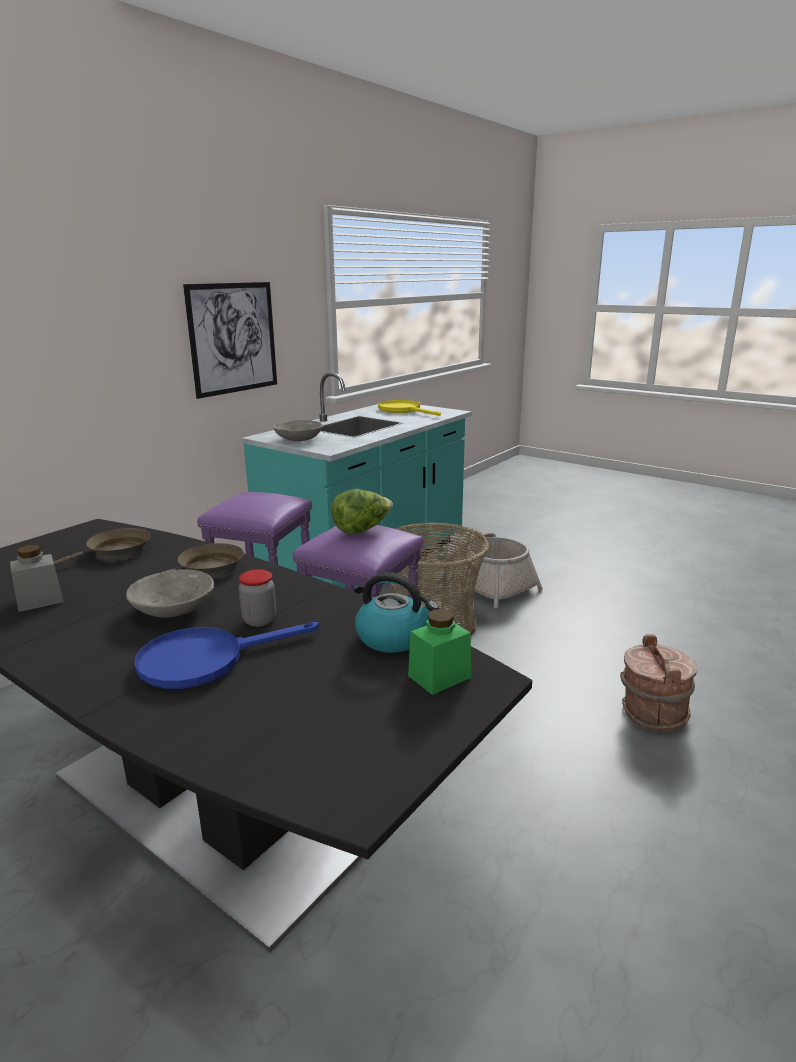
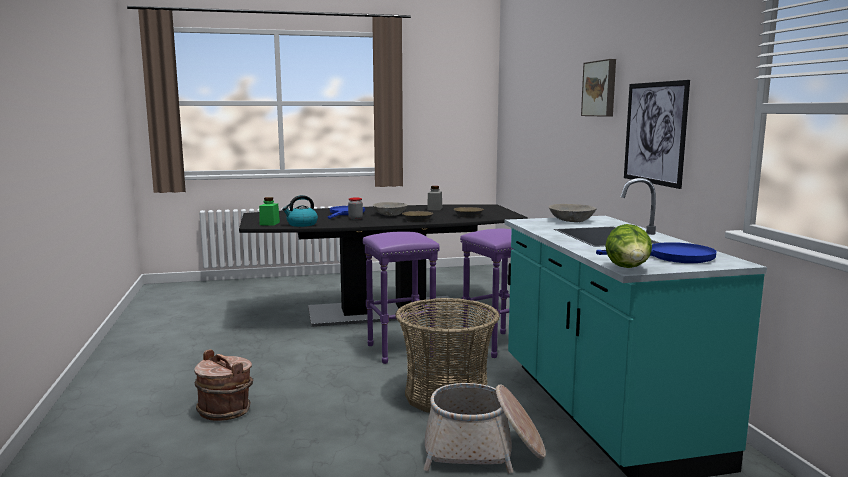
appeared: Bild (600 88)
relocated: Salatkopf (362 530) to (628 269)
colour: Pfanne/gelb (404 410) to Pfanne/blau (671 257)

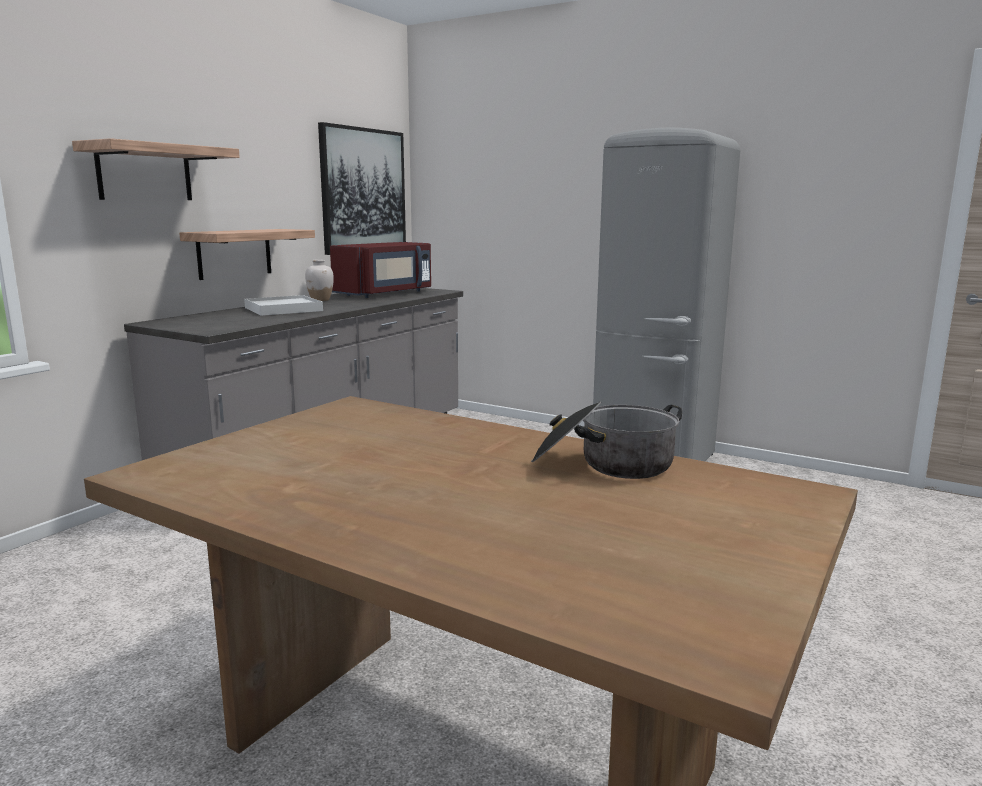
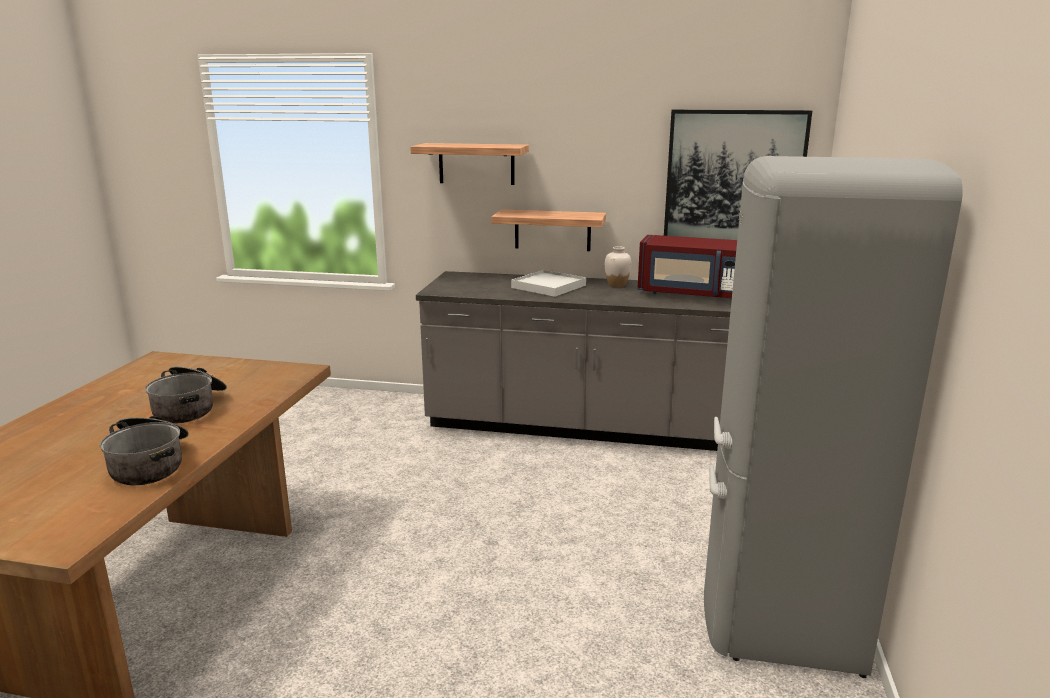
appeared: Kochtopf (190 407)

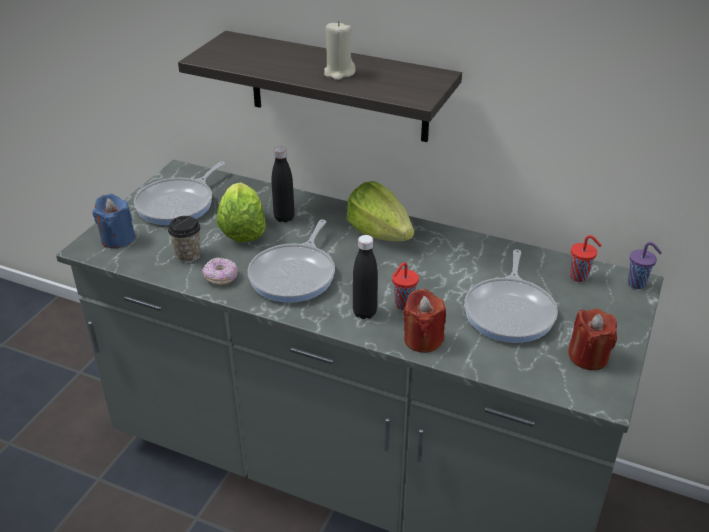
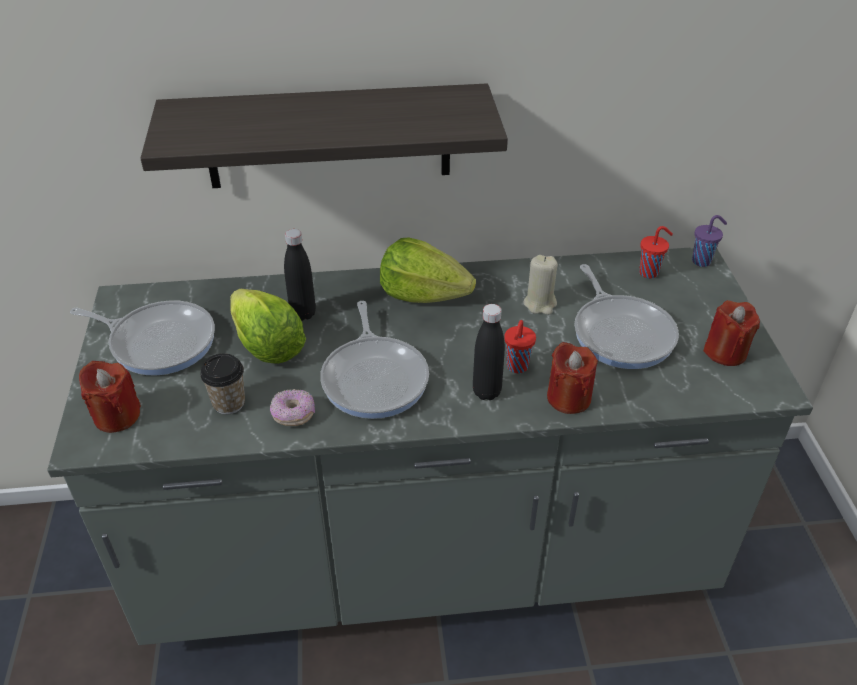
relocated: Kerze/beige (339 73) to (540 303)
colour: Kerze/blau (117 239) to Kerze/rot (117 416)
spun: Pfanne (179 204) = (159 341) 75 degrees counterclockwise

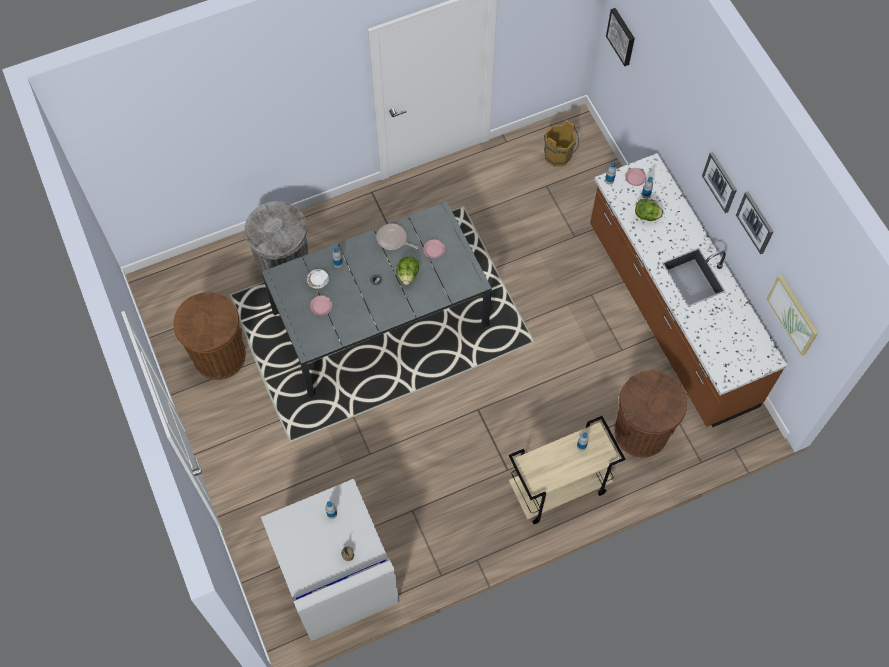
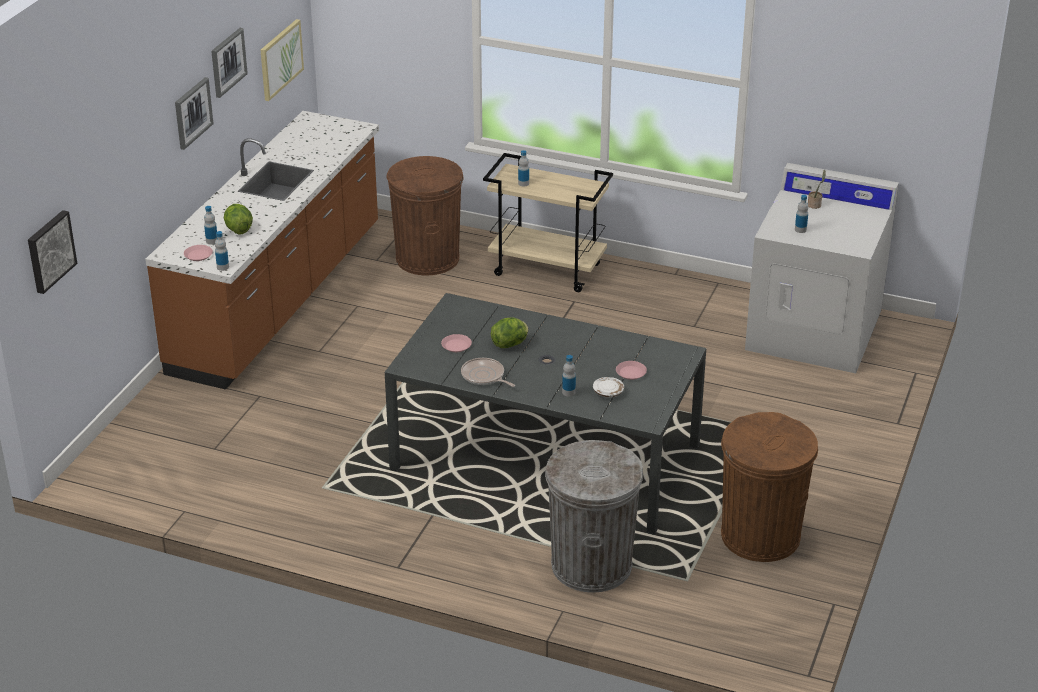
missing: Eimer/braun (559 157)
spun: Pfanne (393 239) = (484 376) 150 degrees clockwise

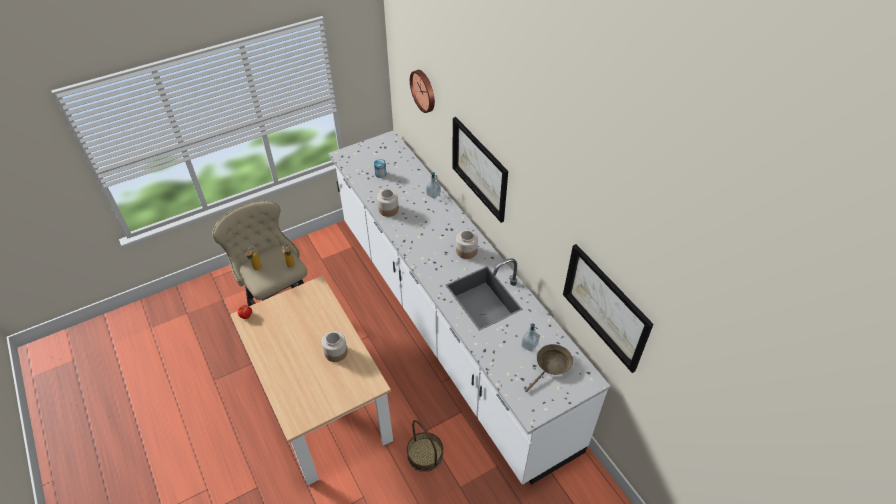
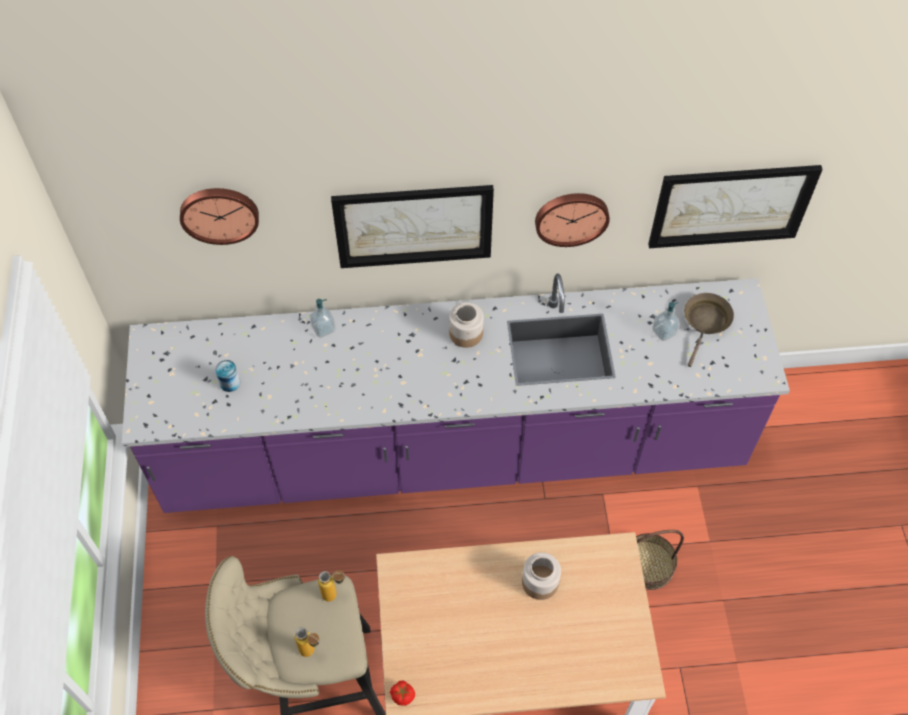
missing: Vorratsglas (388 210)
appeared: Wanduhr (571 217)
colour: Küchenzeile/weiß (448 326) to Küchenzeile/lila (454 451)
spun: Pfanne/braun (551 366) = (705 323) 45 degrees clockwise

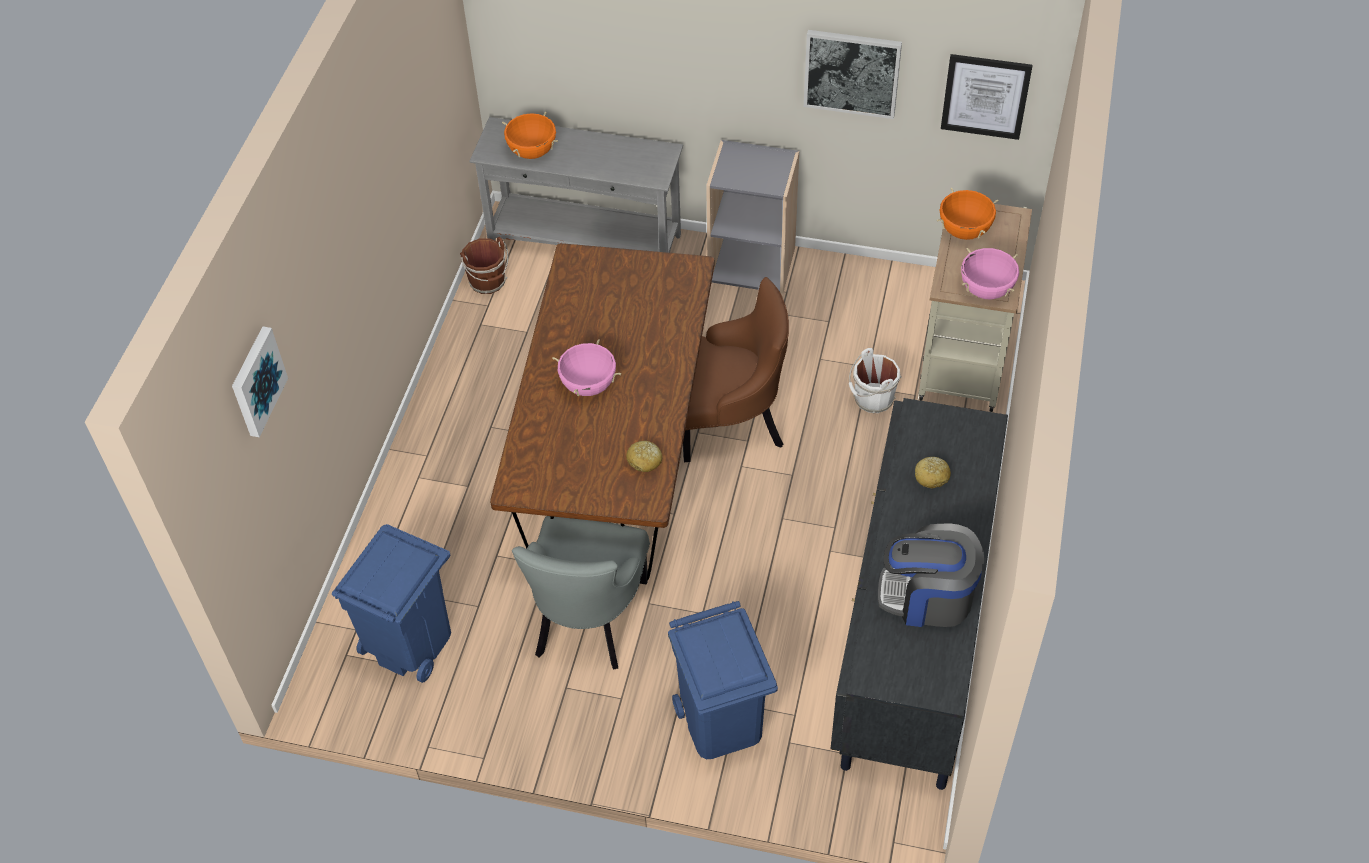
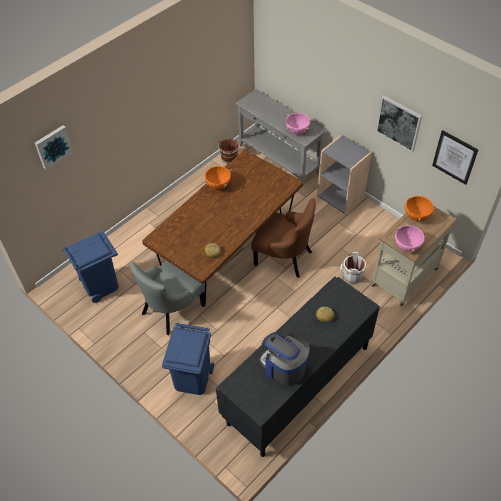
relocated: Kochtopf/orange (532 152) to (218 185); Kochtopf/rosa (588 385) to (297 131)

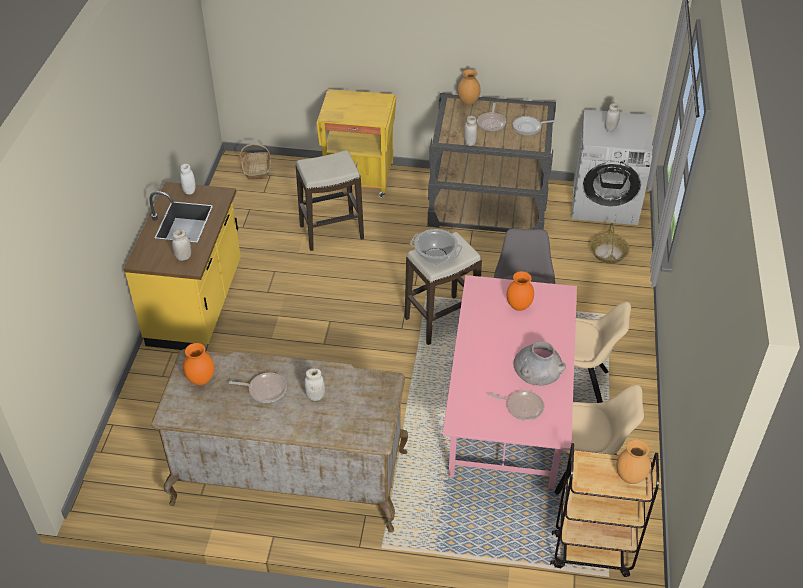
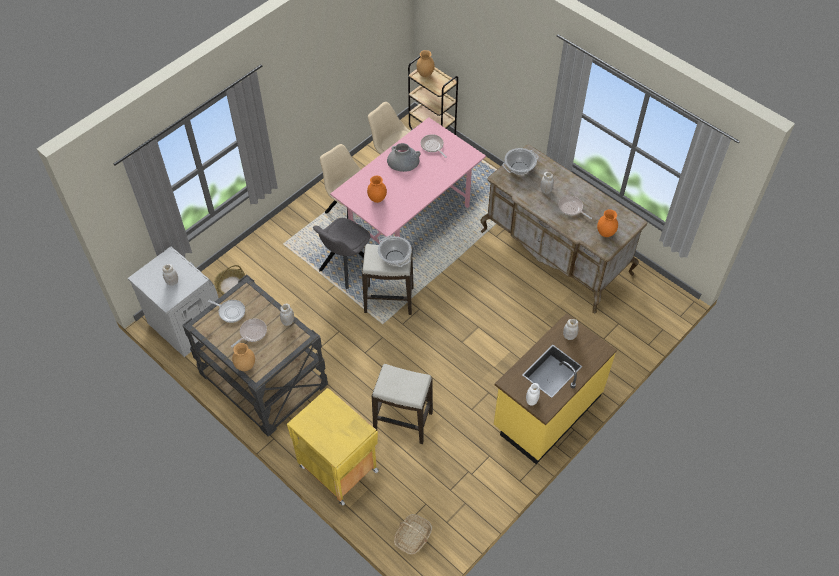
appeared: Kochtopf (519 168)

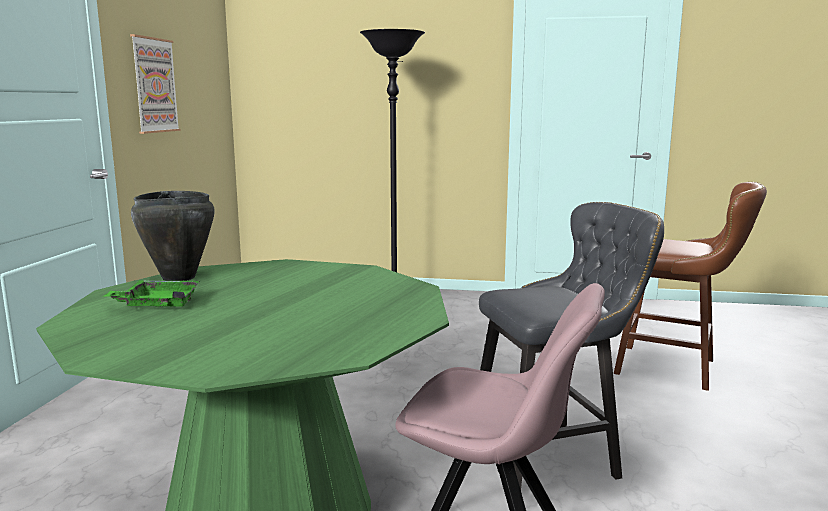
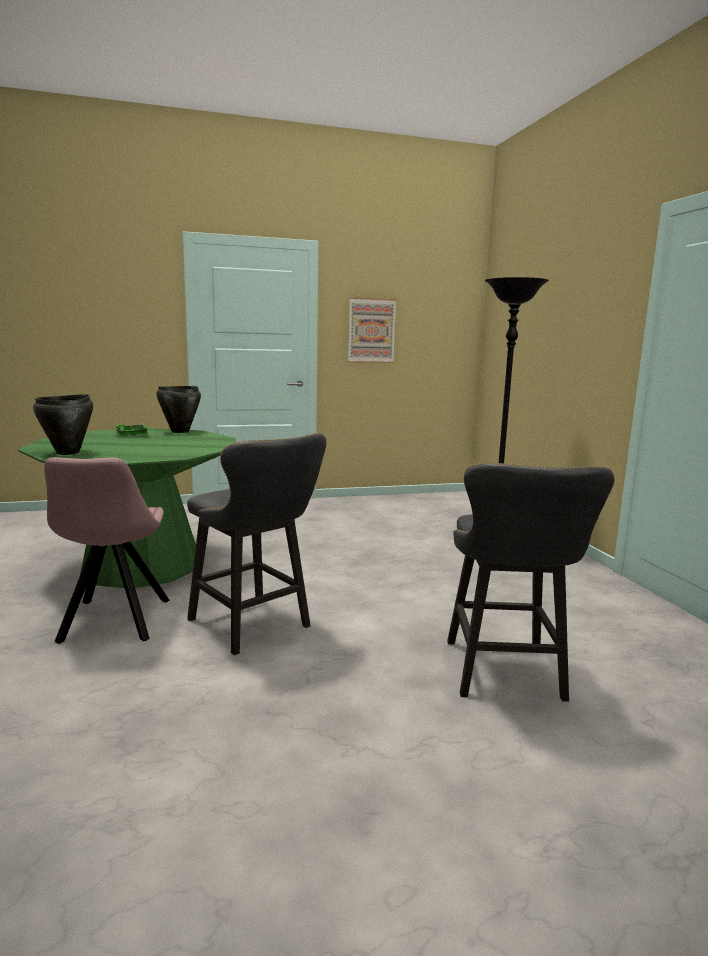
appeared: Kochtopf/schwarz (68 453)
colour: Hocker/braun (680 369) to Hocker/grau (506 678)

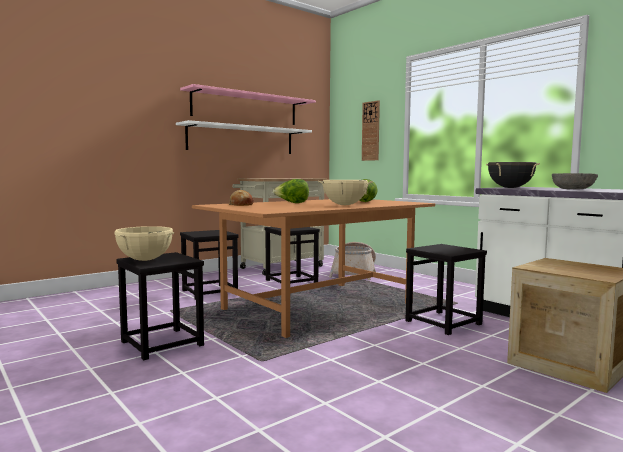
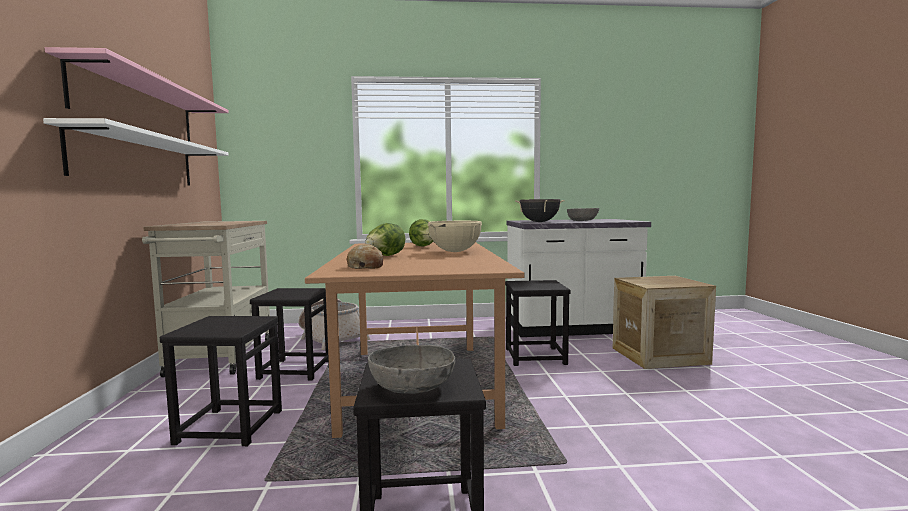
missing: Wanduhr (371 131)
exchanged: Kochtopf/beige (145 260) to Schüssel/grau (413 387)

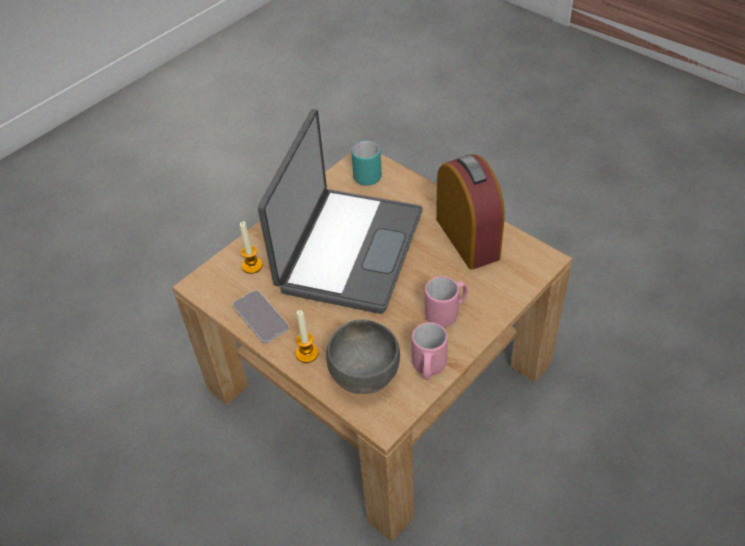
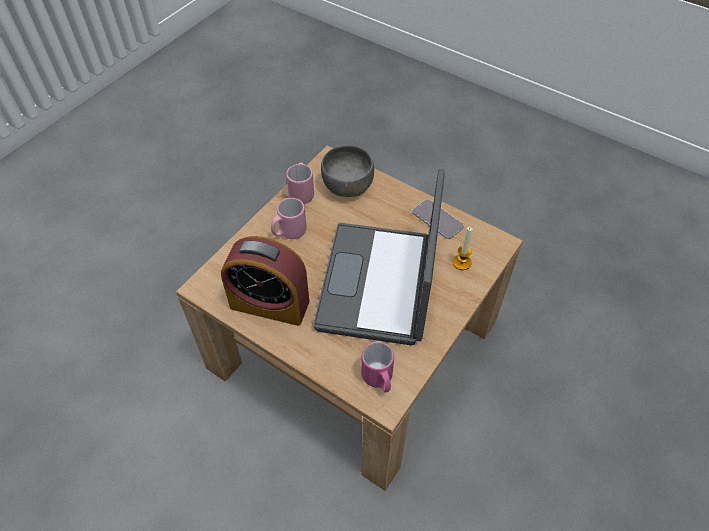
missing: Kerze (307 353)
colour: Henkelbecher/türkis (366 174) to Henkelbecher/rosa (379 380)
spun: Wecker (467 238) = (269 304) 45 degrees counterclockwise

